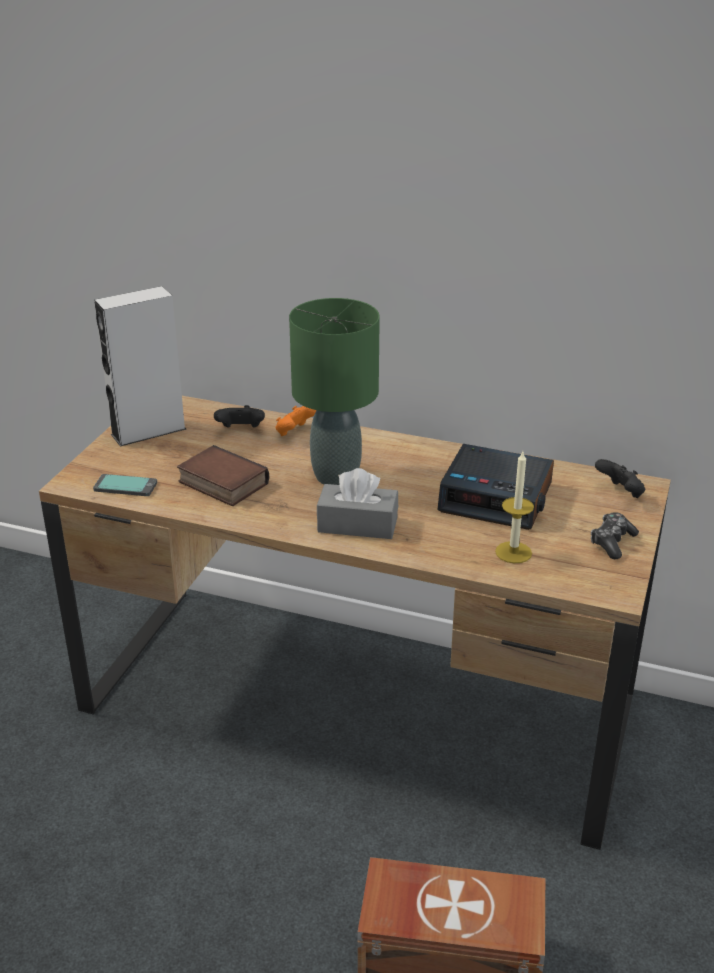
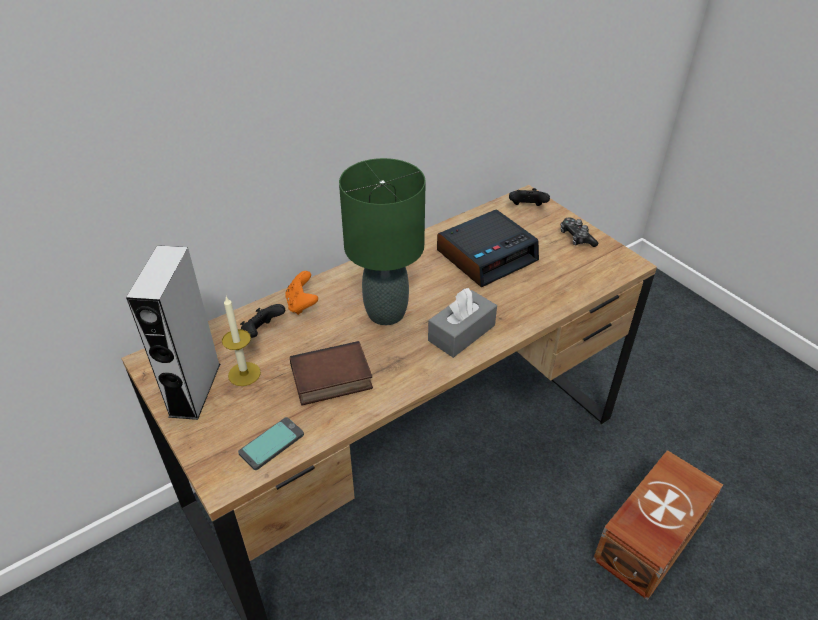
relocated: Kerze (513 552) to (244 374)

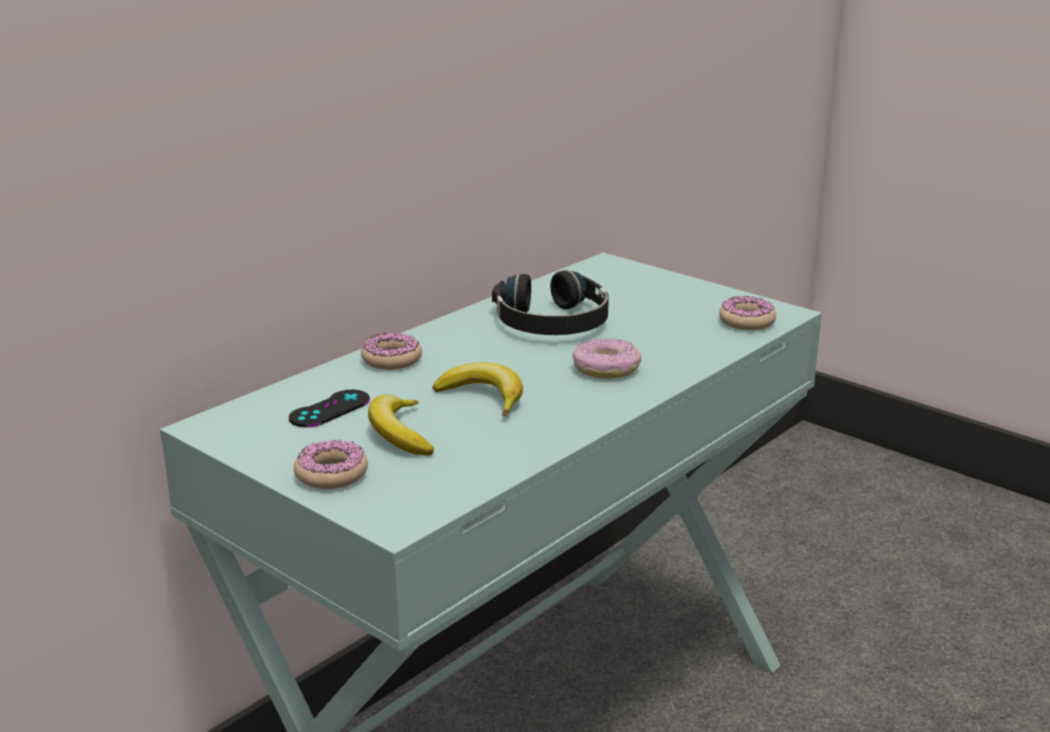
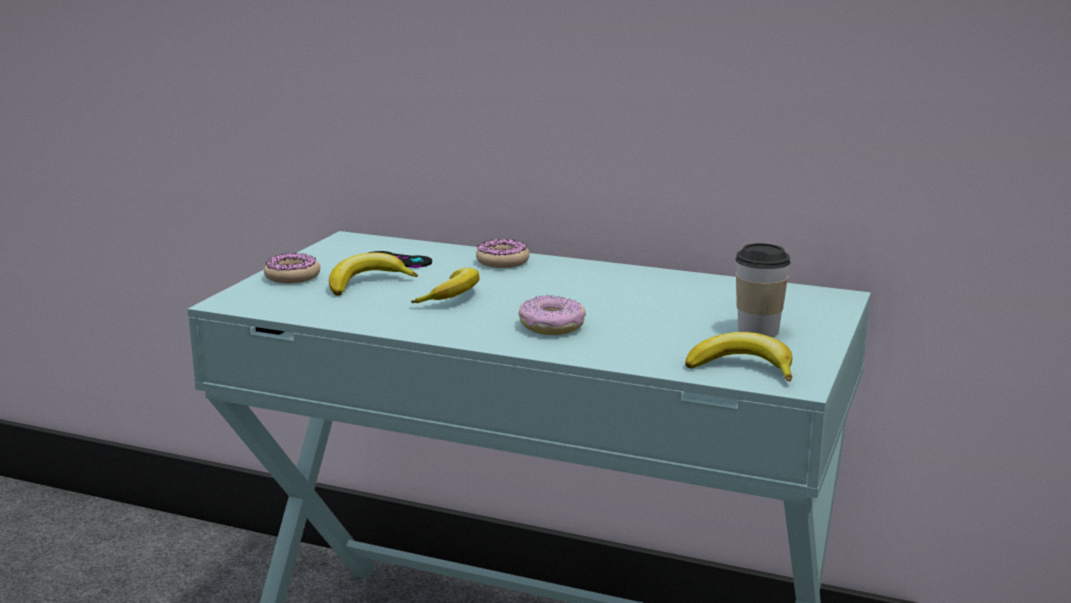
missing: Kopfhörer/schwarz (552 322)
appeared: Tasse (758 330)
exchanged: Donut (746 321) to Banane (742 368)

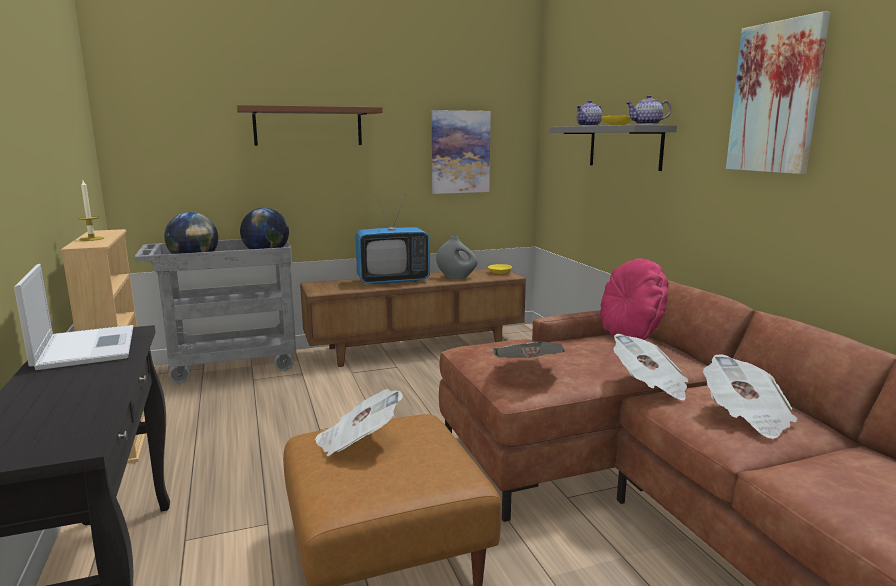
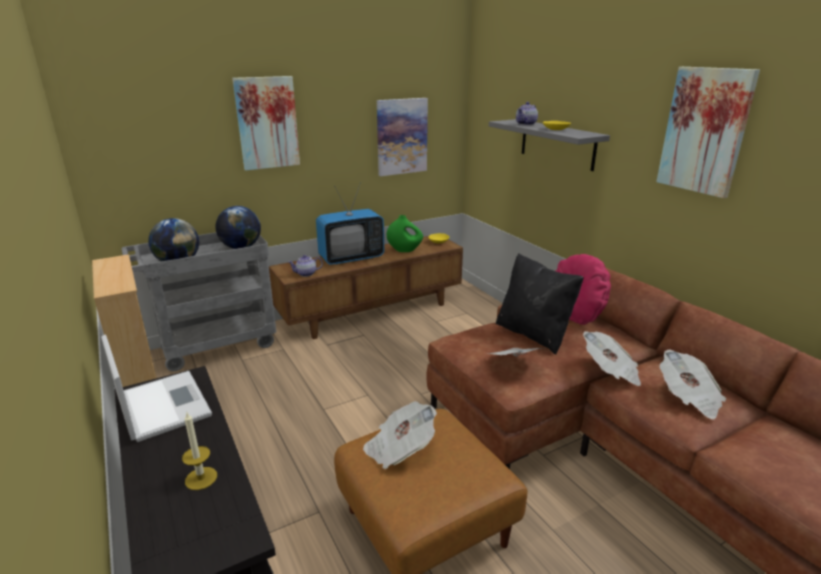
appeared: Kissen/schwarz (533 334)
relocated: Kerze (91 239) to (201 478); Teekanne (647 124) to (306 274)
exchanged: Wandregal/braun (308 126) to Bild (267 123)
colour: Vase/grau (456 277) to Vase/grün (404 250)

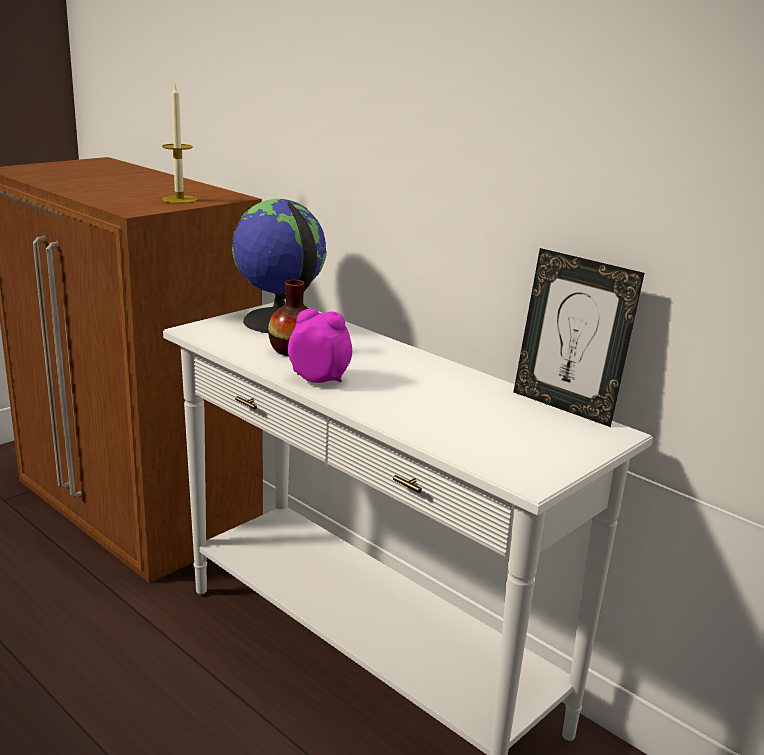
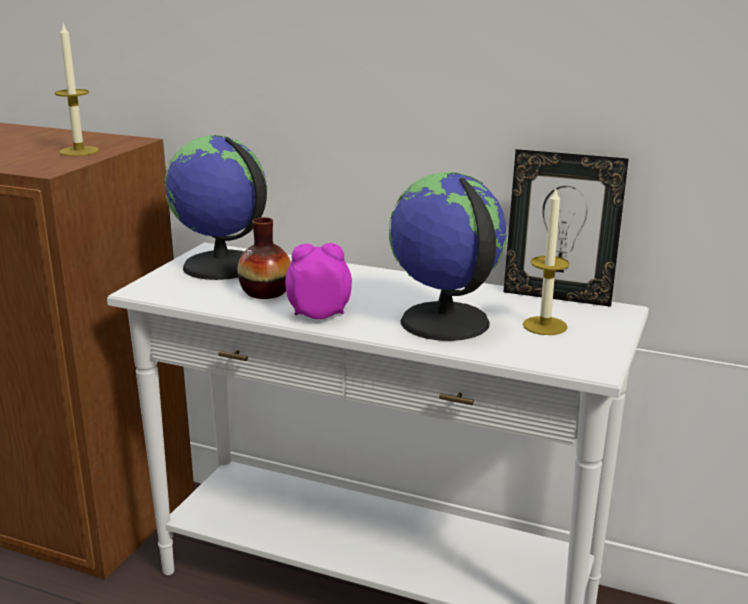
appeared: Globus (443 322); Kerze (545 326)

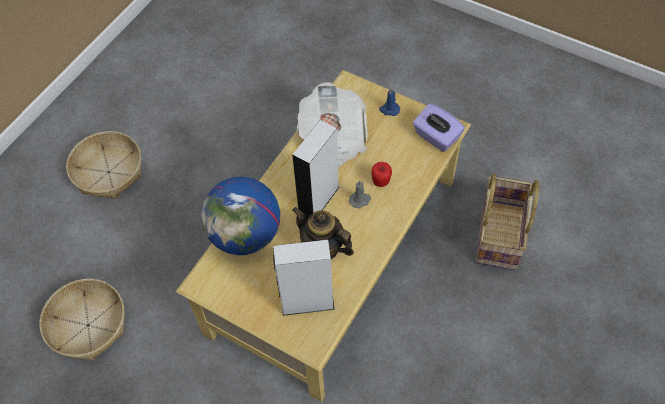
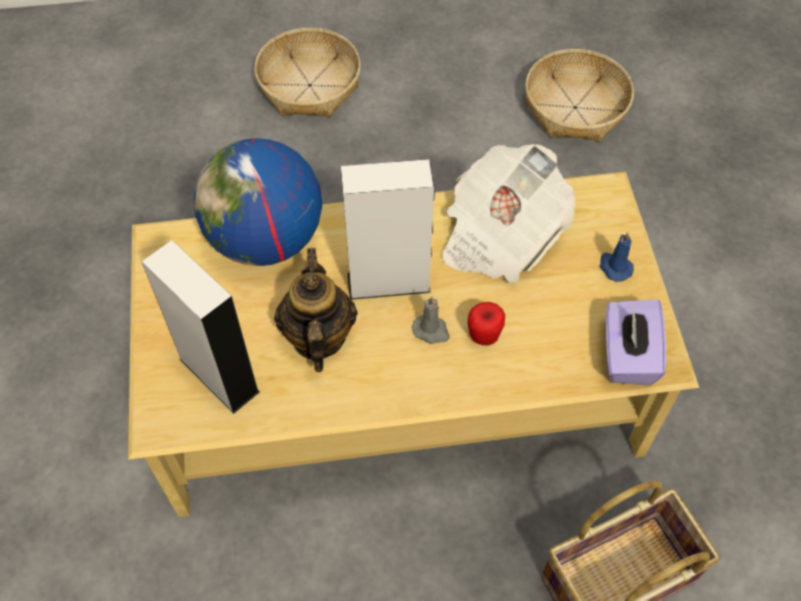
relocated: Korb (88 325) to (575 108)

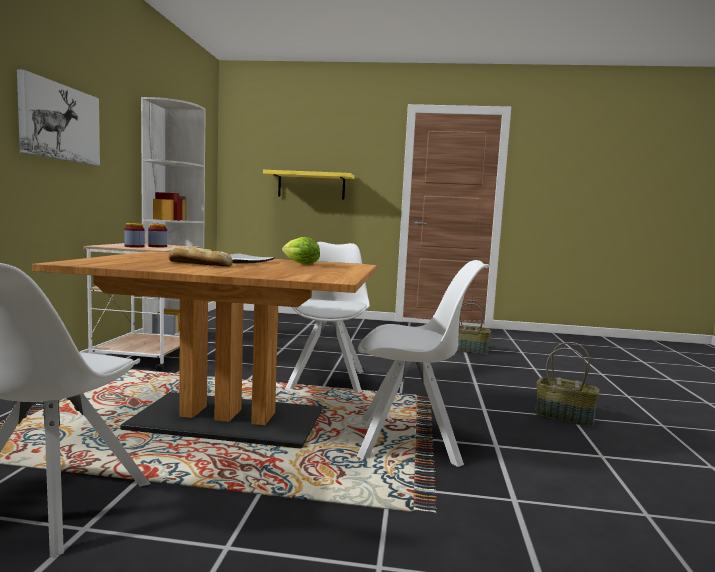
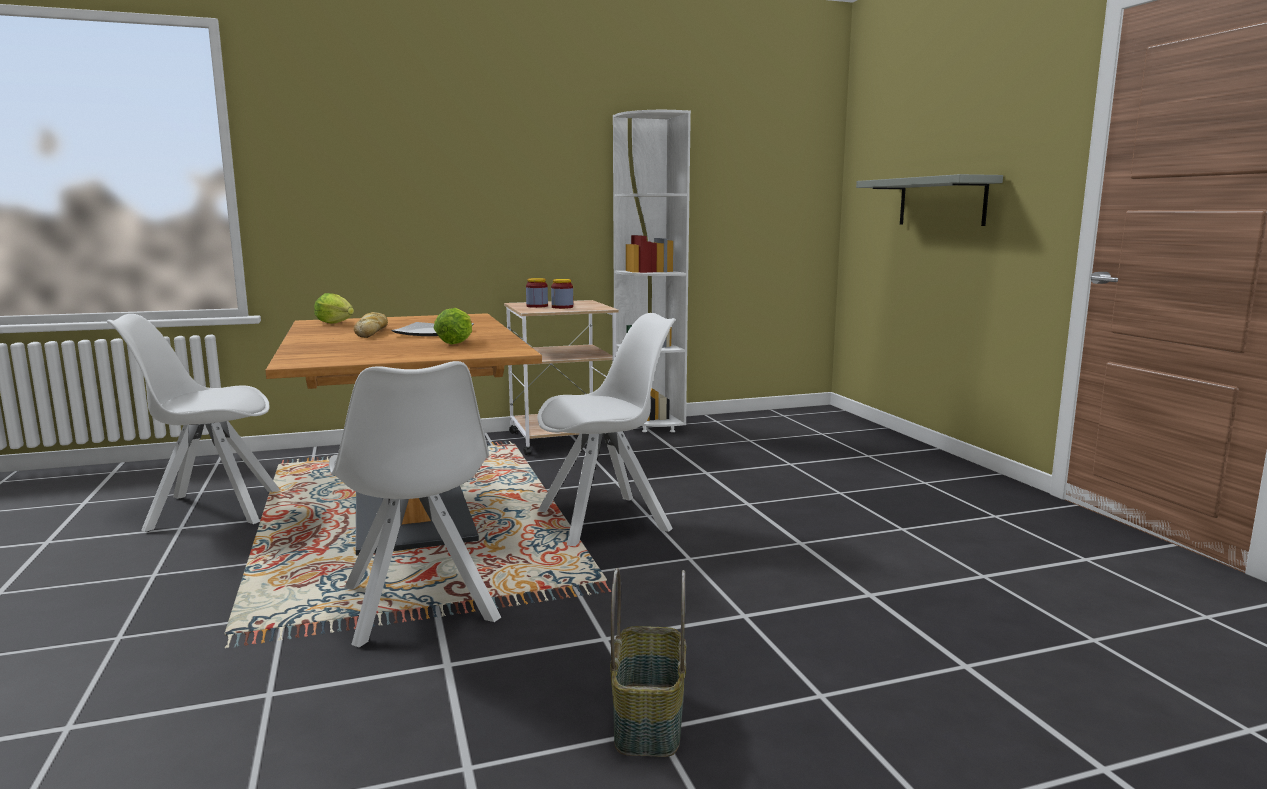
missing: Bild (59 122); Korb (469 350)
appeared: Salatkopf (337 323)
colour: Wandregal/gelb (311 185) to Wandregal/grau (941 201)

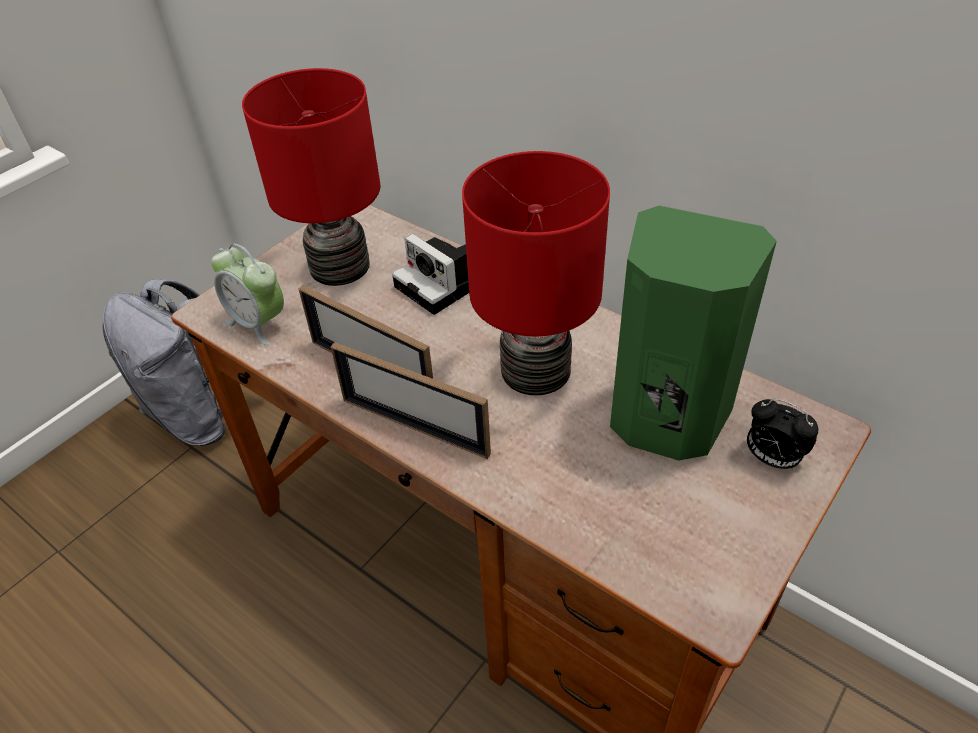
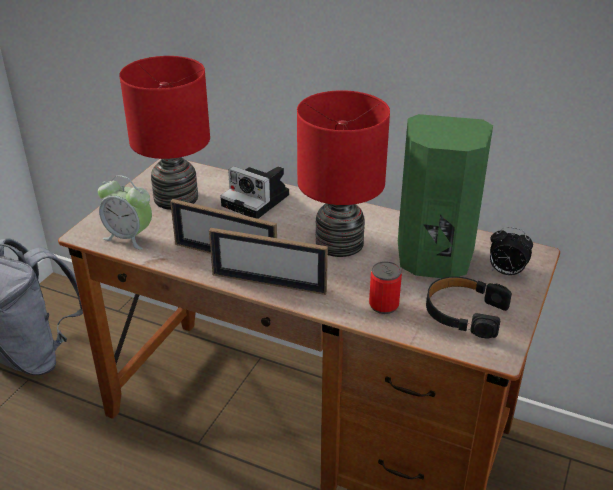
appeared: Dose (383 305); Kopfhörer/schwarz (464 313)

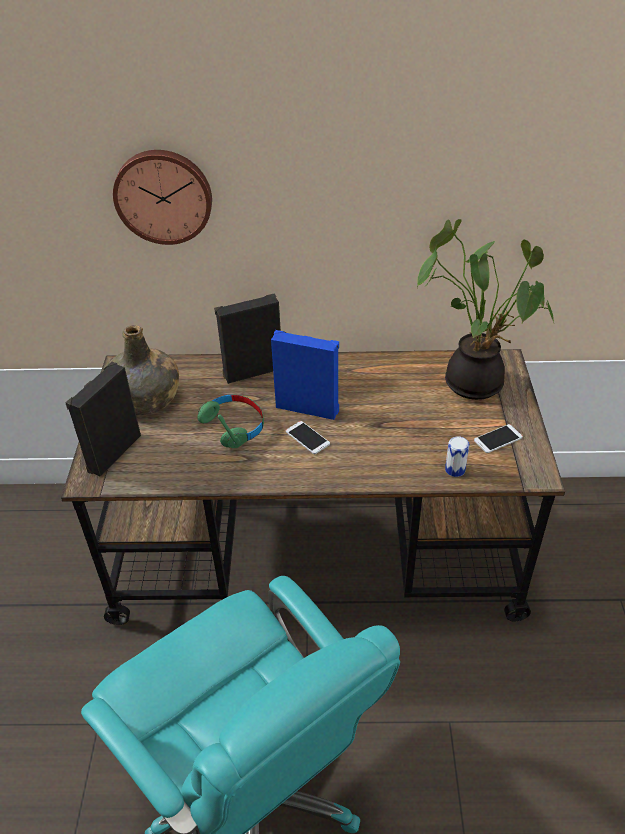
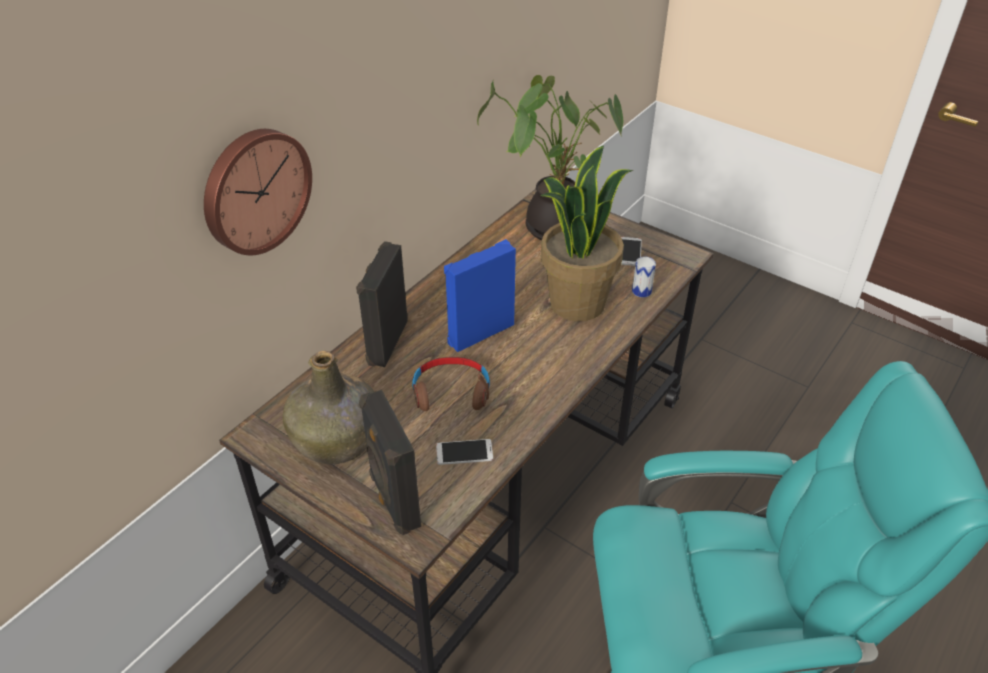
appeared: Topfpflanze (576 303)
relocated: Handy (307 438) to (464 452)
colour: Kopfhörer/grün (234 426) to Kopfhörer/braun (451 392)

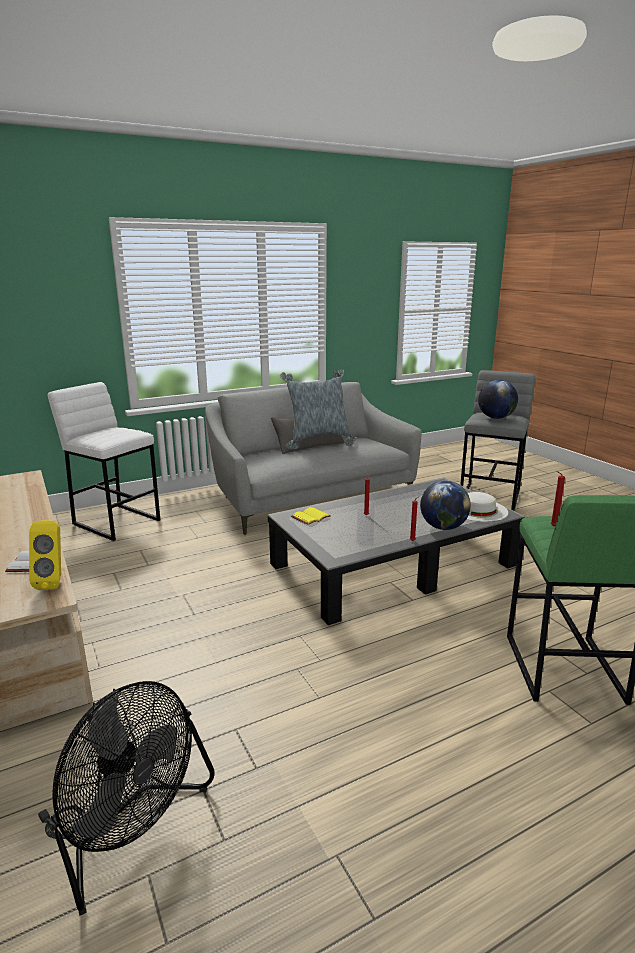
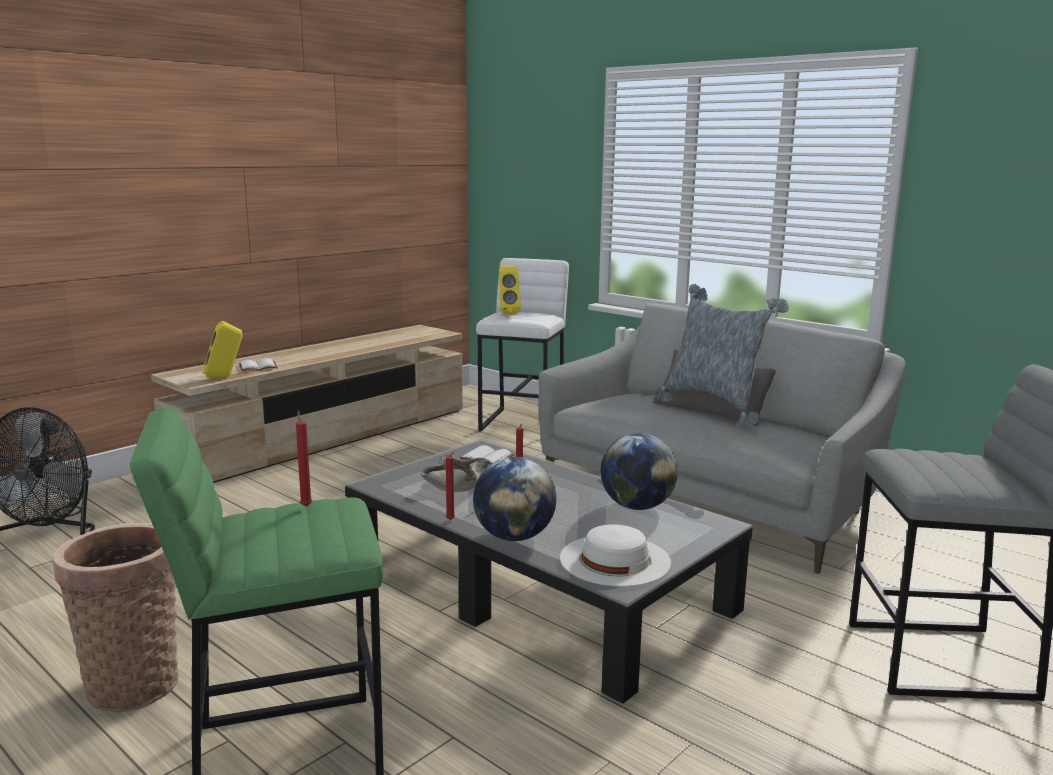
appeared: Korb (133 682); Schüssel/beige (455 484); Lautsprecher/gelb (508 314)
relocated: Globus (495 418) to (637 506)
colour: Buch/gelb (310 517) to Buch/weiß (488 458)

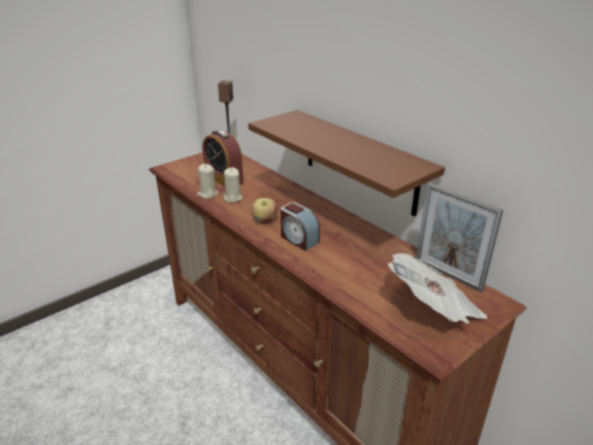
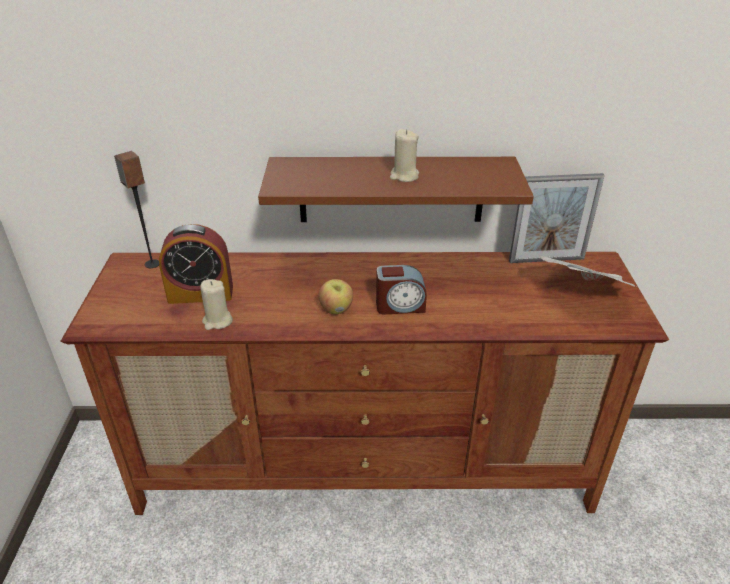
relocated: Kerze/beige (232 198) to (404 176)

